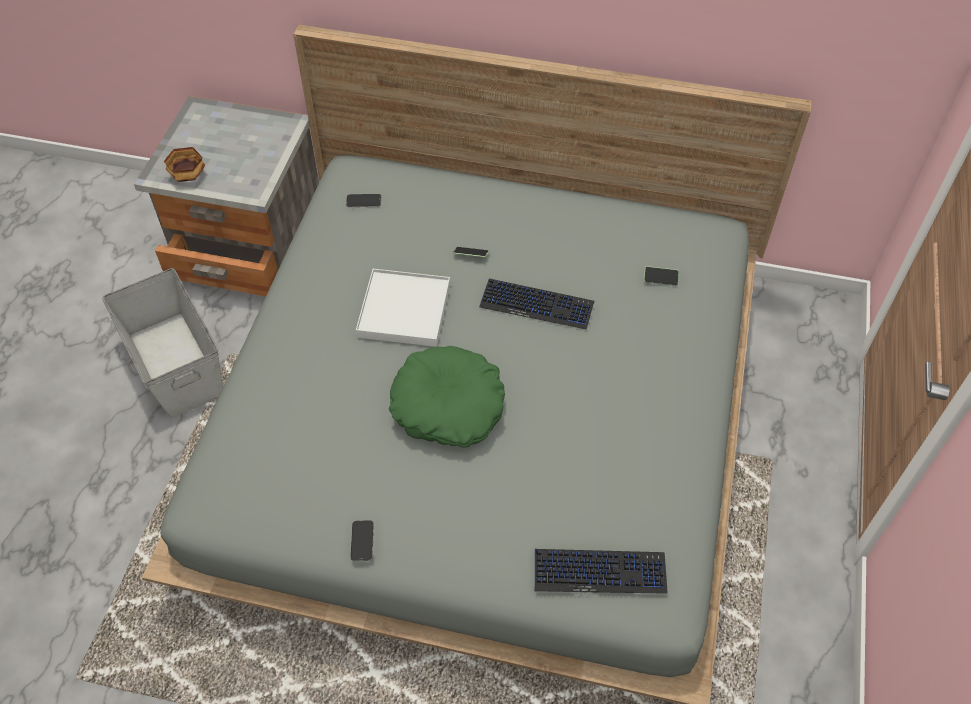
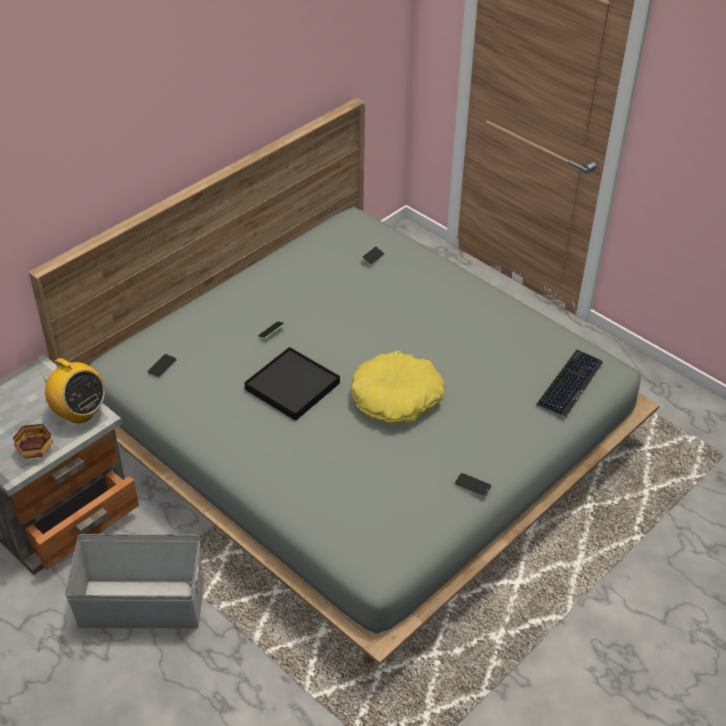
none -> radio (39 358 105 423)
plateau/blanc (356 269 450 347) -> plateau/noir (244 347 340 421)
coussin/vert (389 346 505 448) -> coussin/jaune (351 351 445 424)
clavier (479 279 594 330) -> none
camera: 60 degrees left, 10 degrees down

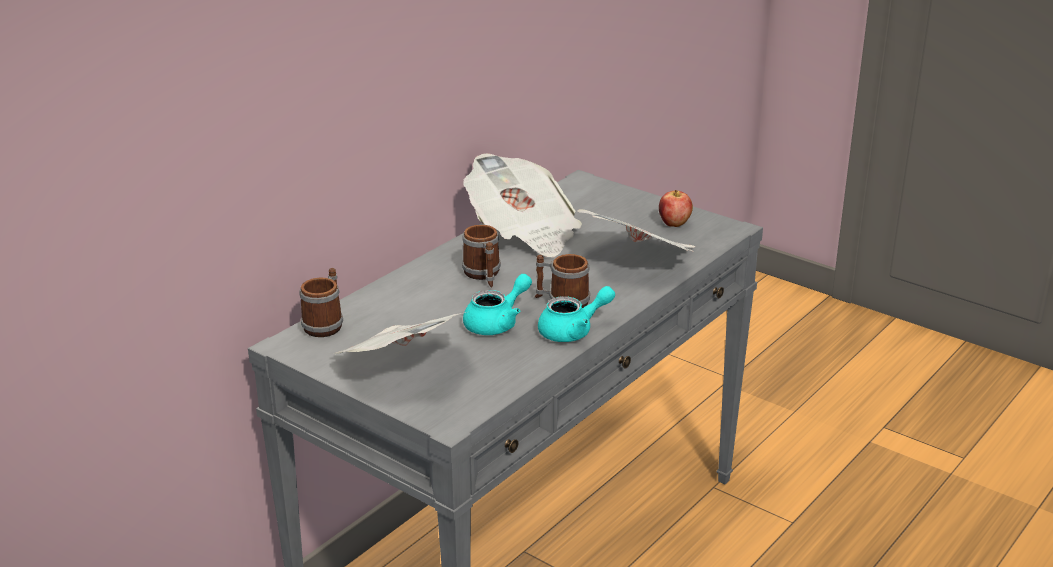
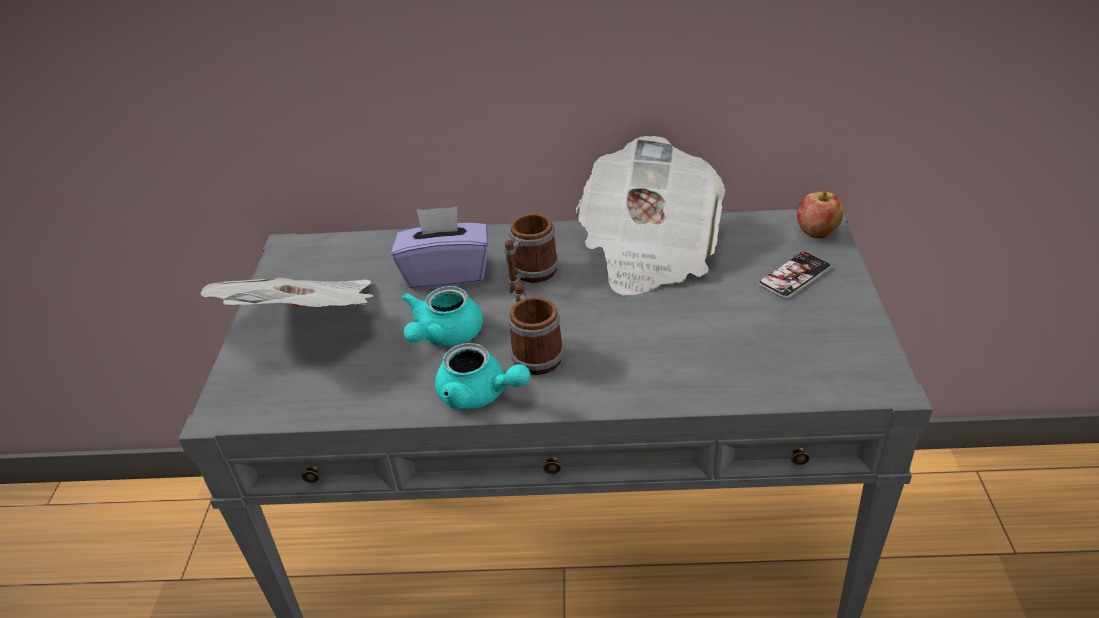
none -> boîte à mouchoirs/violet (391 207 488 289)
théière/turquoise (463 274 532 335) -> théière/turquoise (401 286 483 346), 105 degrees clockwise
none -> téléphone (758 251 831 299)
pomme (659 190 693 227) -> pomme (797 191 843 238), relocated
mug (299 268 343 337) -> none
journal (577 209 696 251) -> none
camera: 55 degrees right, 10 degrees up

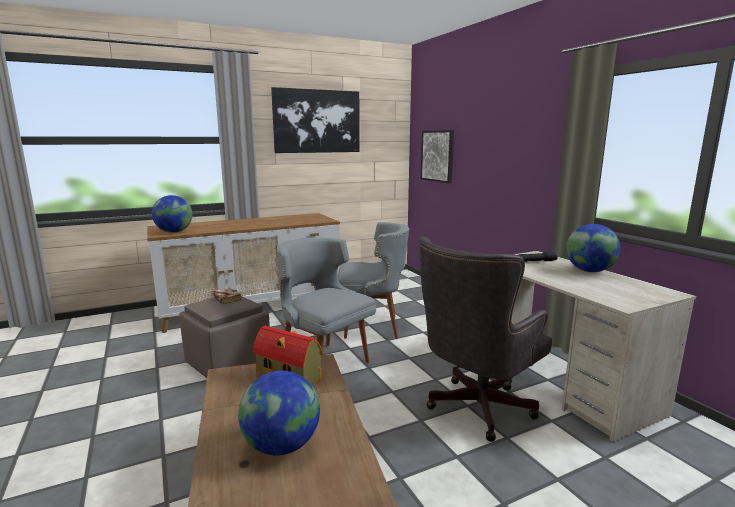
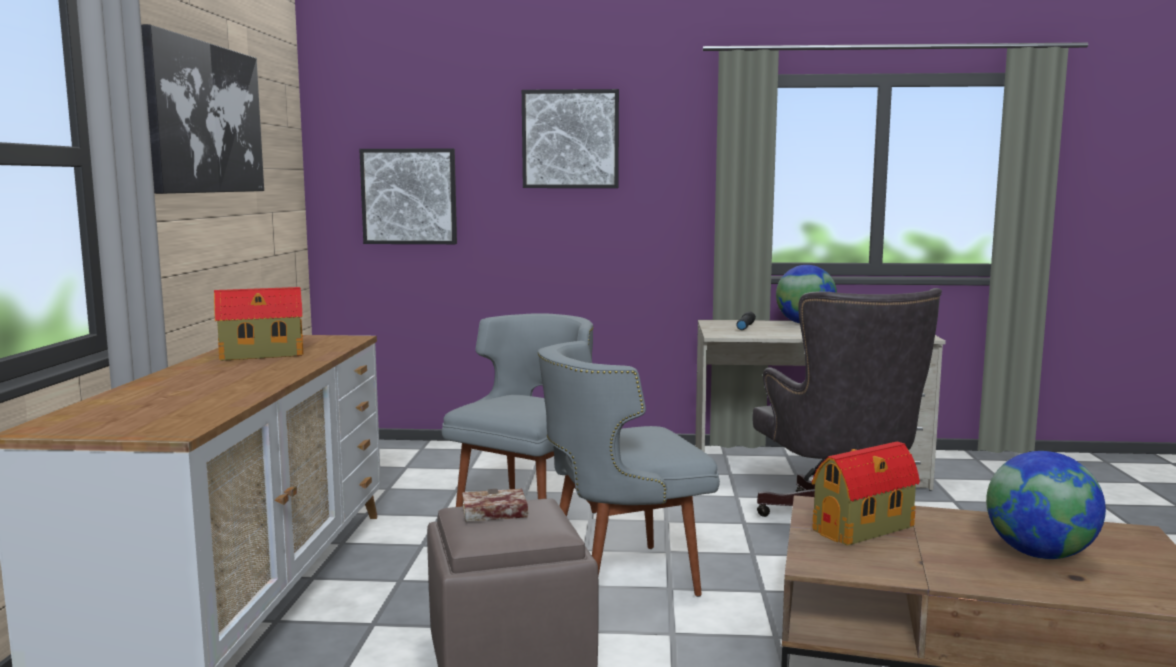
none -> maison miniature (214 287 303 361)
none -> tableau (522 89 619 188)
globe (152 195 193 233) -> none
camera: 60 degrees left, 5 degrees down

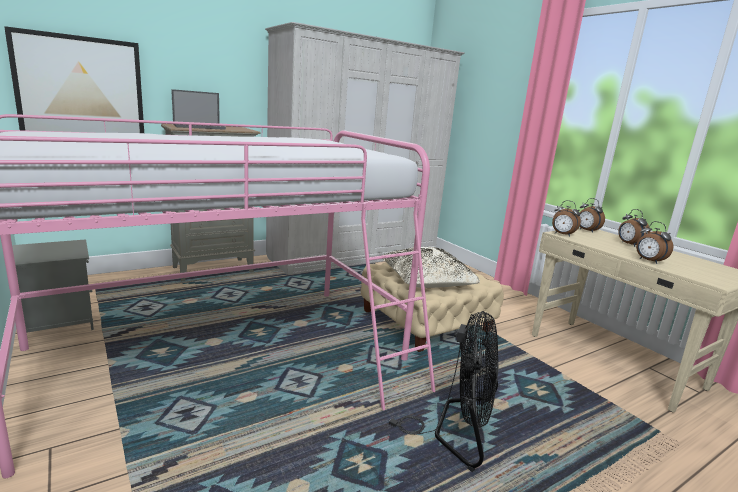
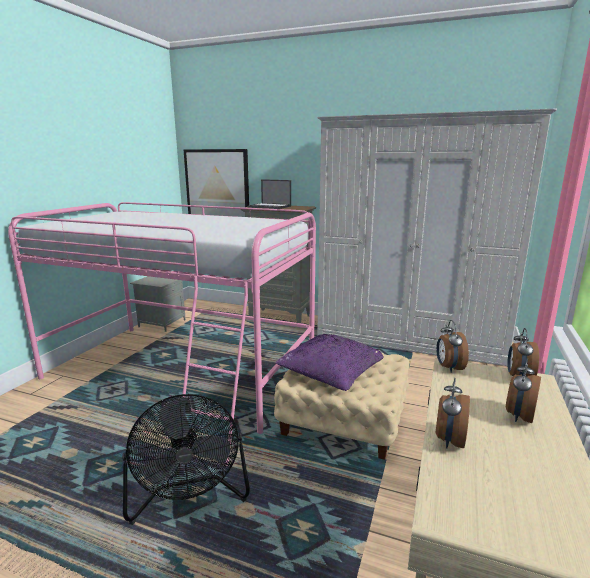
coussin/beige (383 247 480 288) -> coussin/violet (276 334 384 391)
camera: 55 degrees right, 0 degrees up

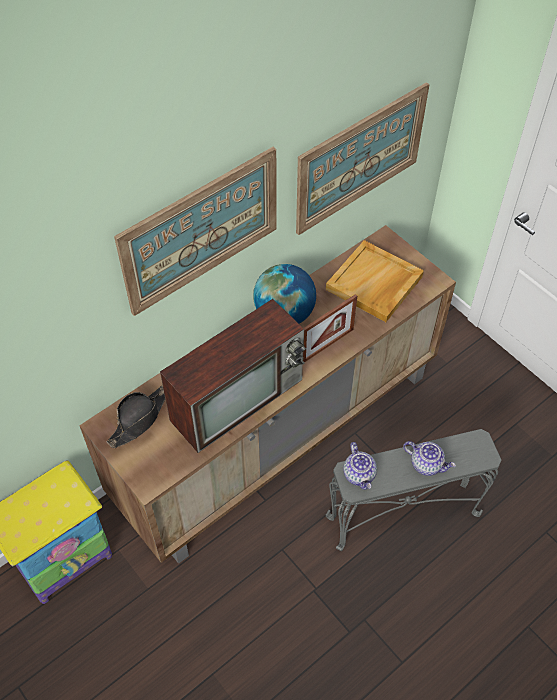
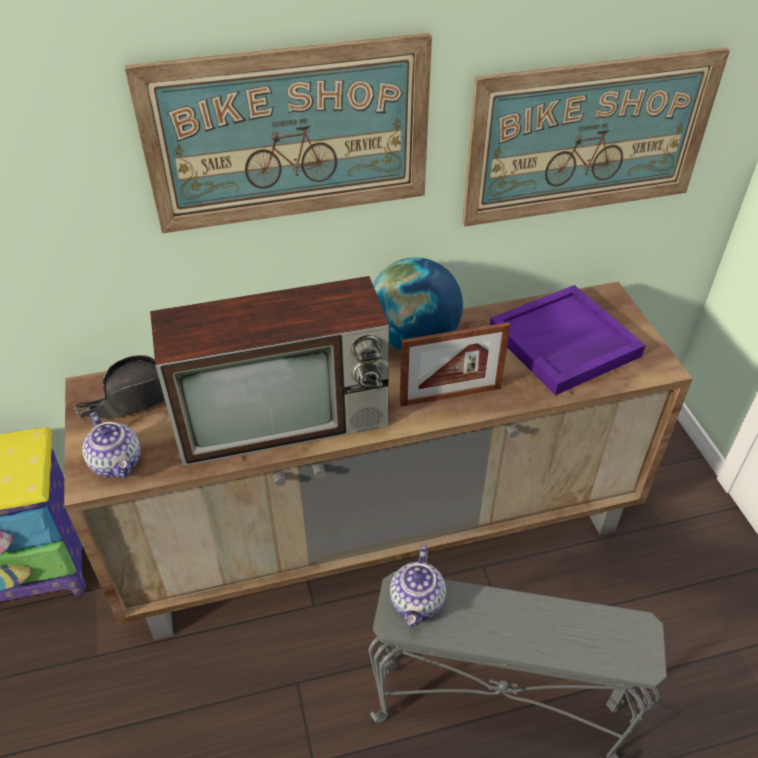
théière (403 441 456 476) -> théière (82 412 141 479), relocated
plateau/beige (326 240 424 322) -> plateau/violet (490 285 646 395)
camera: 25 degrees right, 10 degrees down

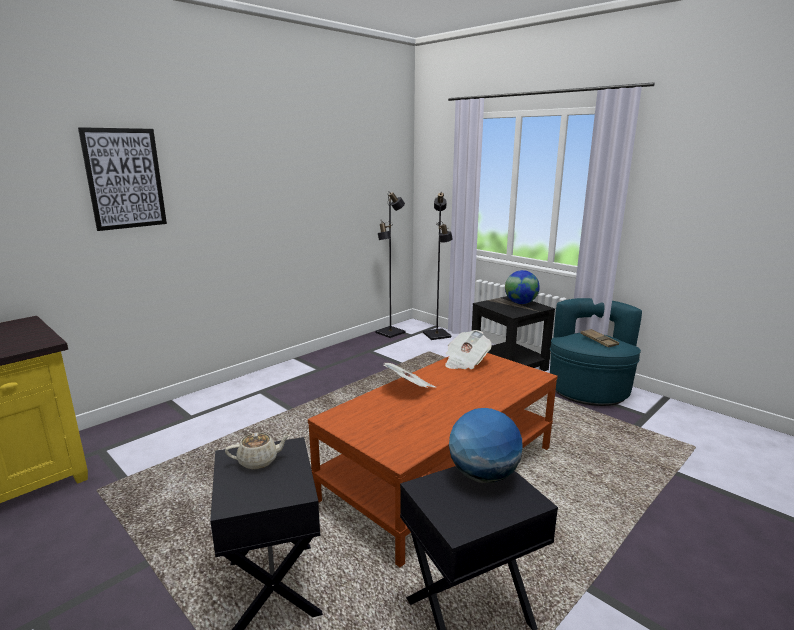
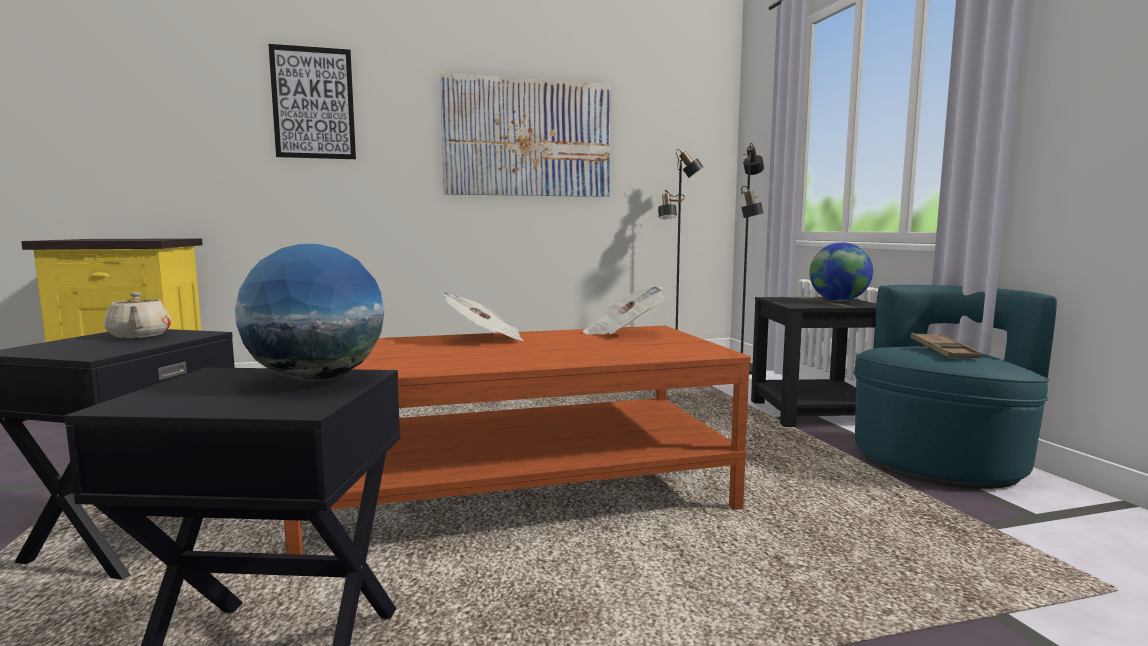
théière/beige (225 432 290 469) -> théière/beige (104 292 171 338), 45 degrees clockwise
none -> tableau (440 73 610 197)
camera: 30 degrees right, 10 degrees down

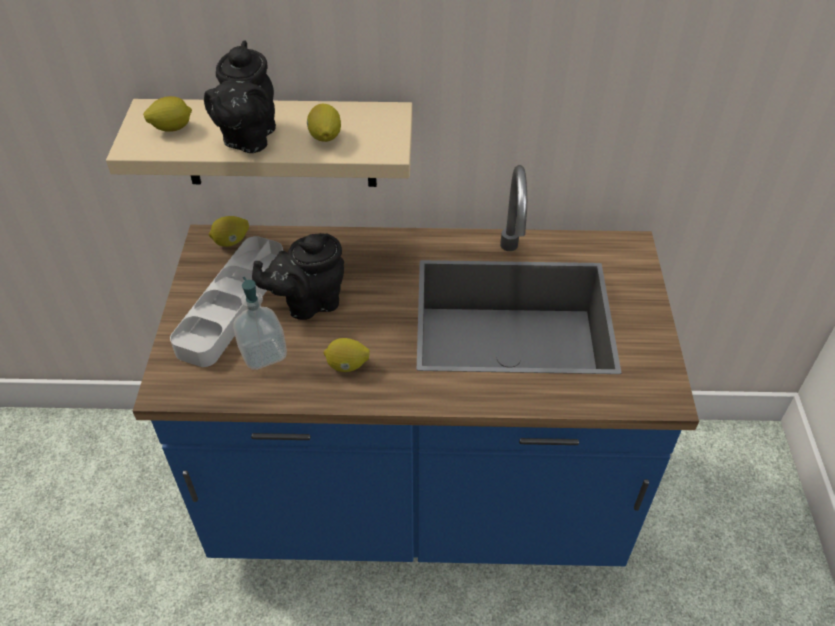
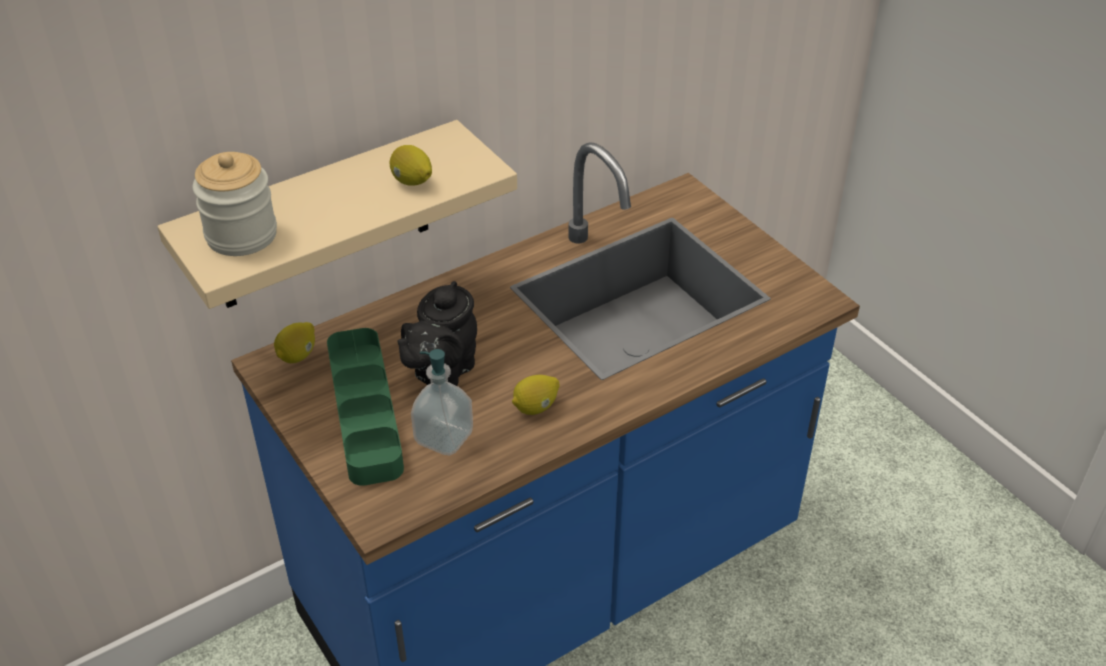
citron (143 96 192 132) -> bocal (192 152 277 256)
plateau/gris (170 236 283 367) -> plateau/vert (327 328 404 486)
théière/noir (204 41 276 153) -> none
camera: 35 degrees left, 5 degrees down

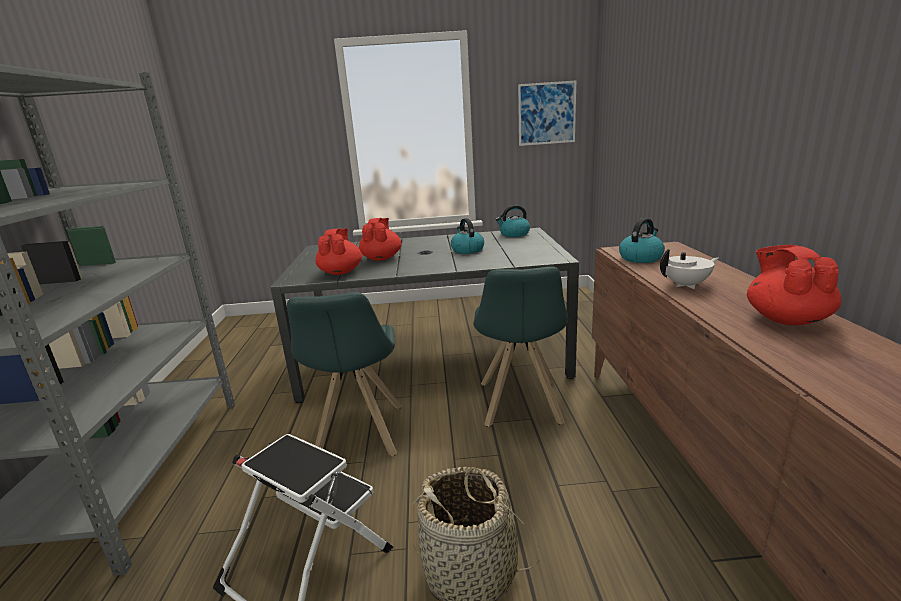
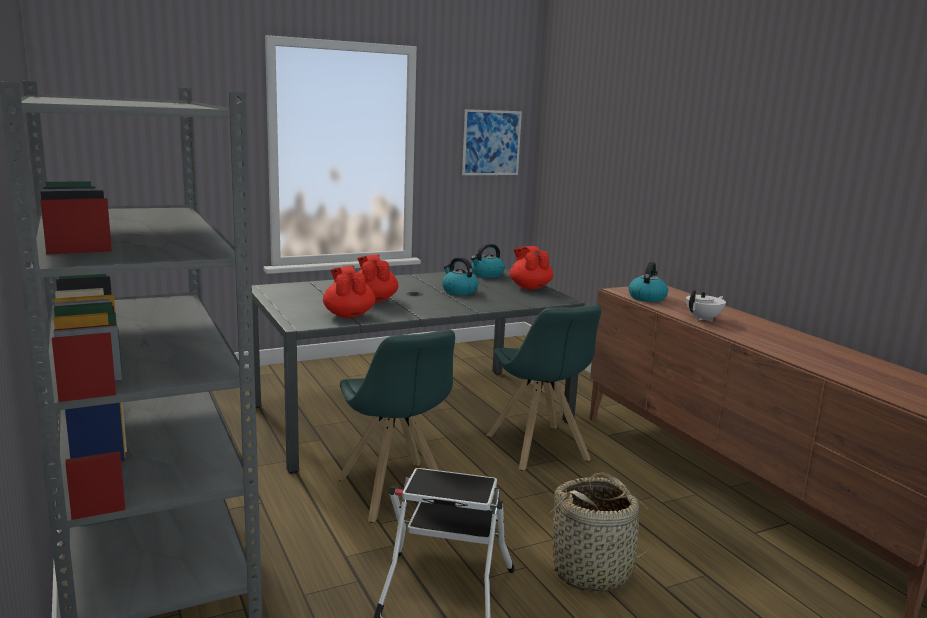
théière/rouge (747 245 842 325) -> théière/rouge (510 246 553 290), relocated
camera: 25 degrees left, 5 degrees down

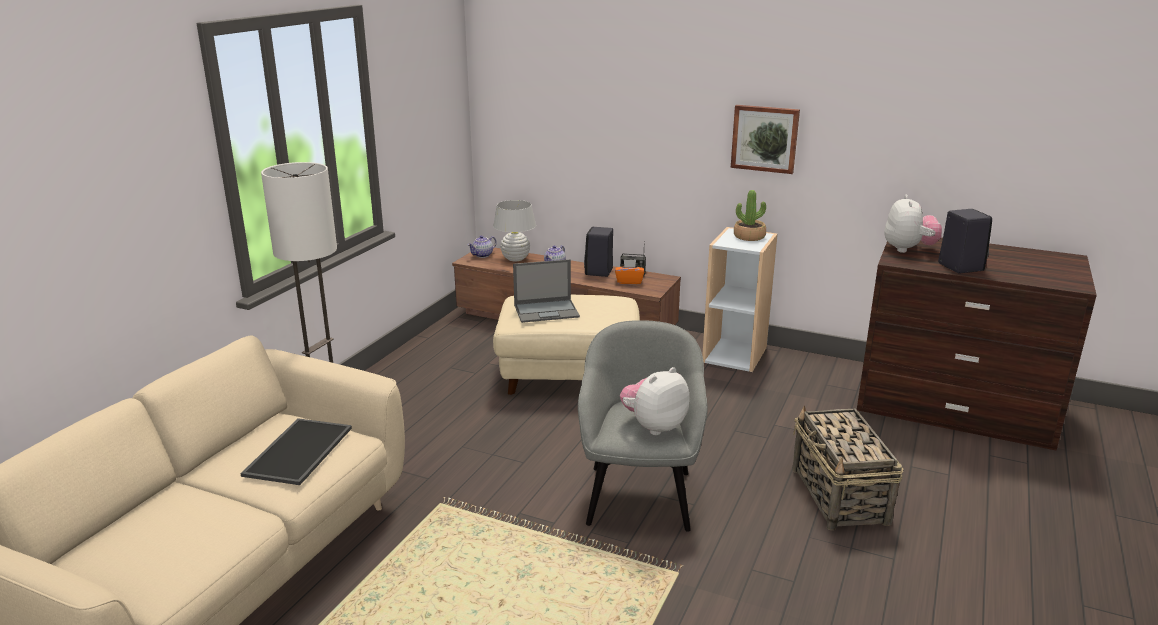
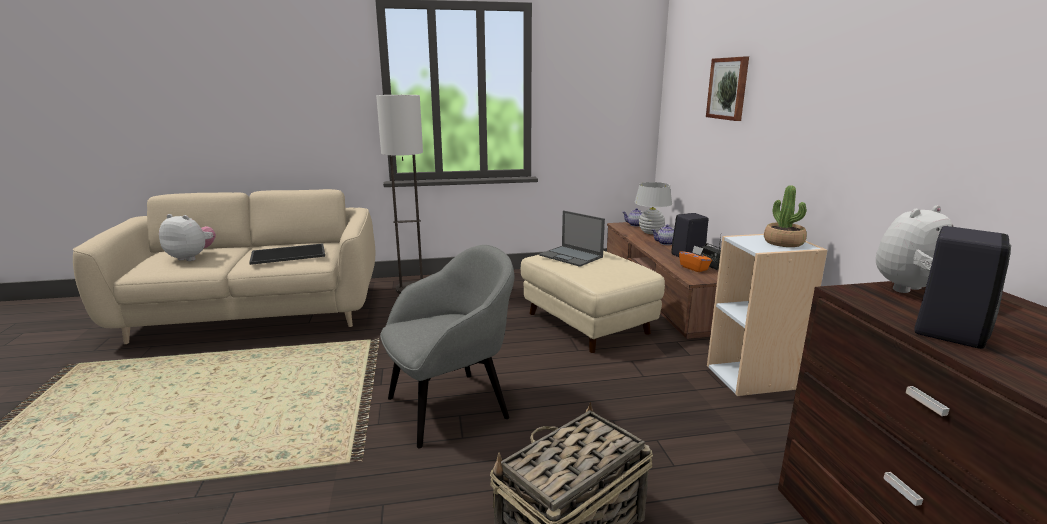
peluche (620 367 689 435) -> peluche (159 214 216 261), relocated
tableau (731 105 800 174) -> tableau (706 57 749 121), relocated
camera: 55 degrees right, 5 degrees down

